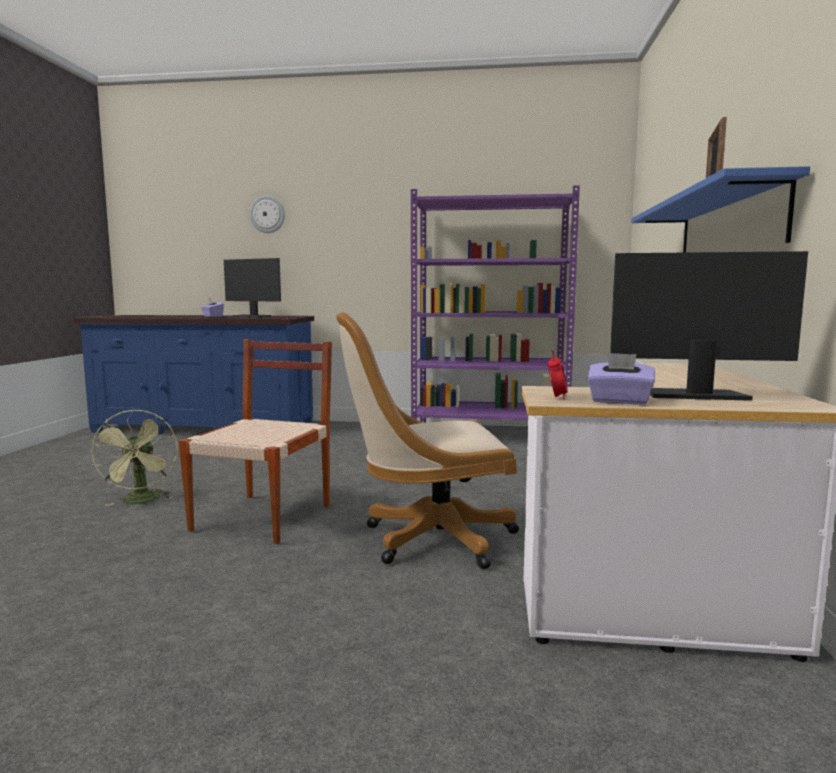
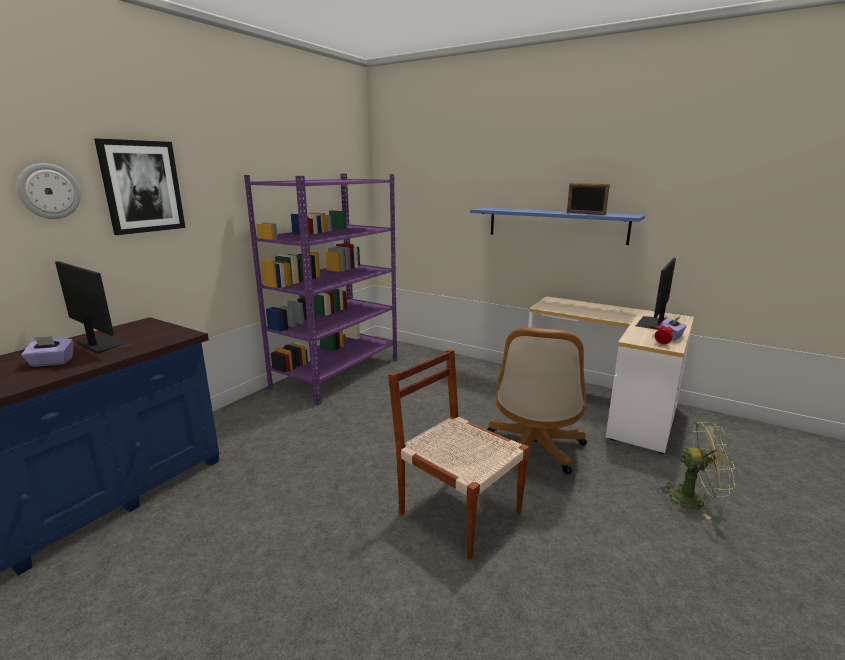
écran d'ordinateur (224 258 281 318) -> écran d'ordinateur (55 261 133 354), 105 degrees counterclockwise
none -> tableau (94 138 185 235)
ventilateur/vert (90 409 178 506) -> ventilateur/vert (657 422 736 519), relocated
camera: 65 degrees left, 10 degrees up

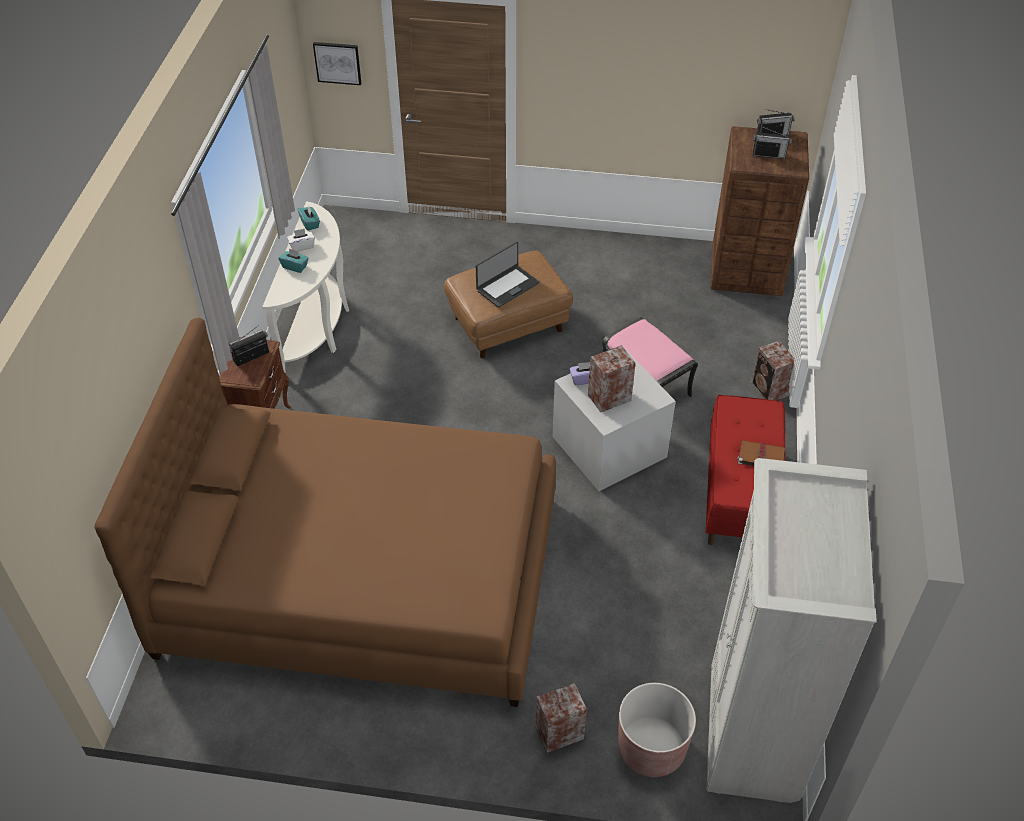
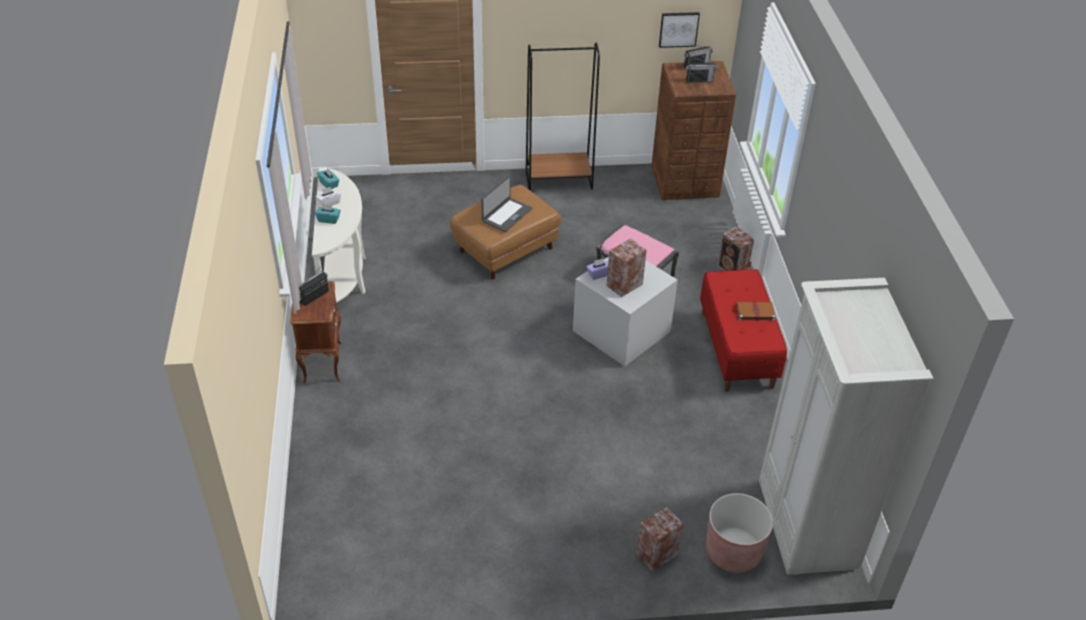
none -> portant (526 42 600 191)
tableau (313 42 361 85) -> tableau (659 12 700 48), relocated
lit/marron (94 317 556 707) -> none
camera: 15 degrees left, 5 degrees down

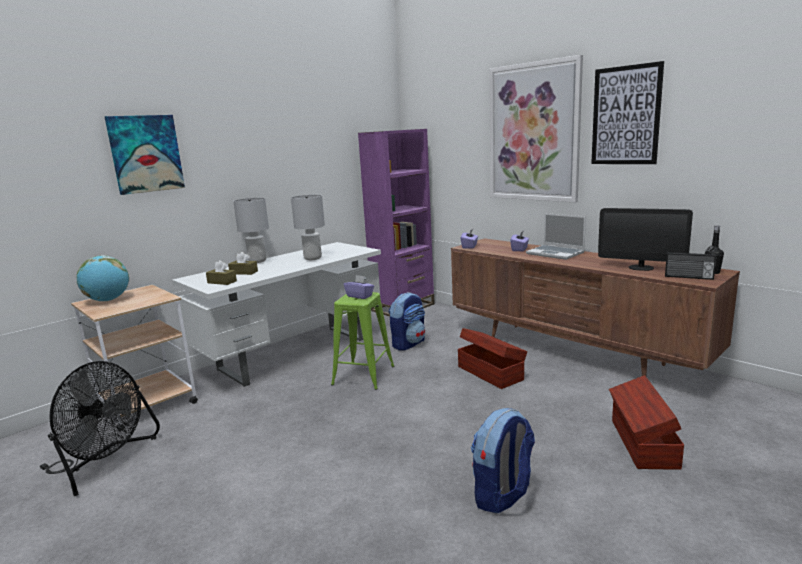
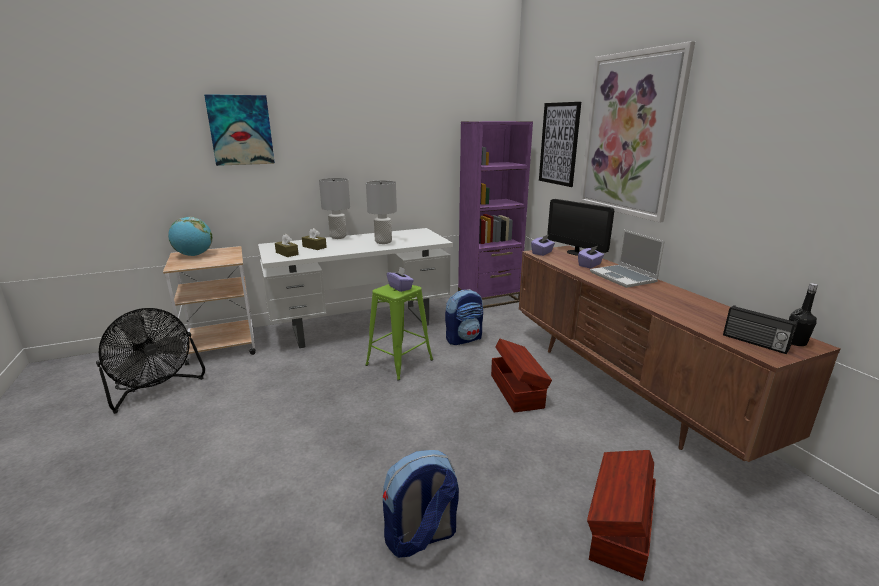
tableau (591 61 664 164) -> tableau (539 102 581 187), relocated
écran d'ordinateur (598 208 693 271) -> écran d'ordinateur (547 199 614 256), relocated
camera: 20 degrees right, 5 degrees up

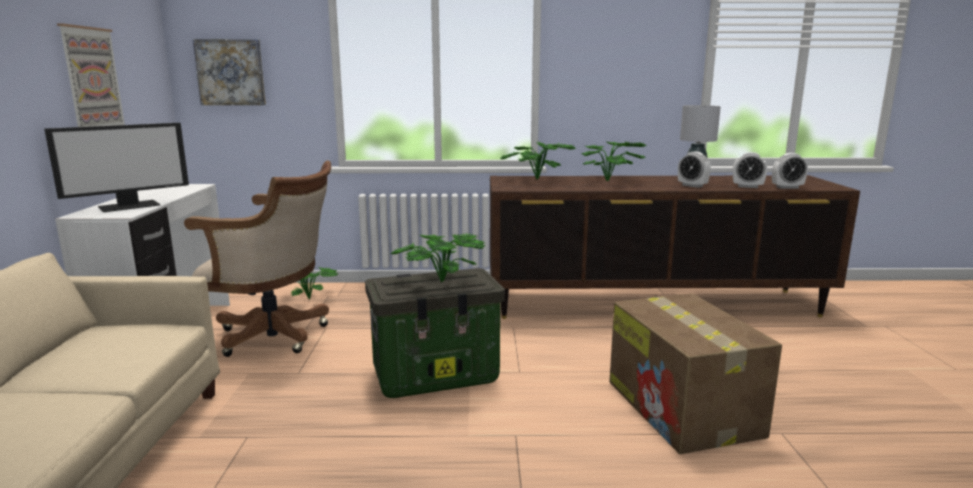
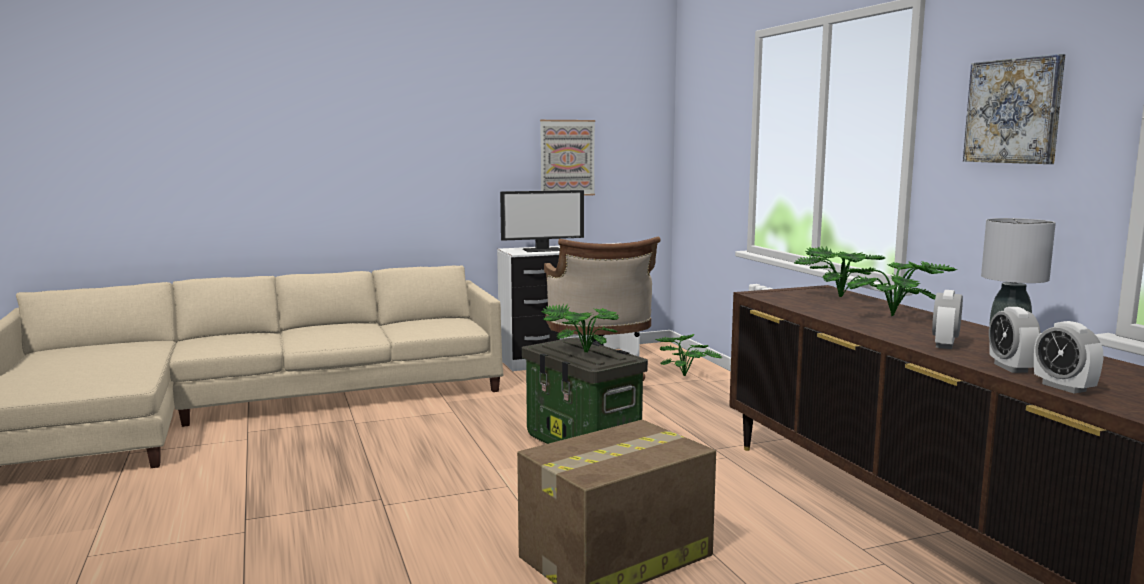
écran d'ordinateur (44 123 189 212) -> écran d'ordinateur (500 190 584 252), 45 degrees counterclockwise
tableau (193 39 266 105) -> tableau (963 54 1065 164), relocated
camera: 70 degrees right, 5 degrees down

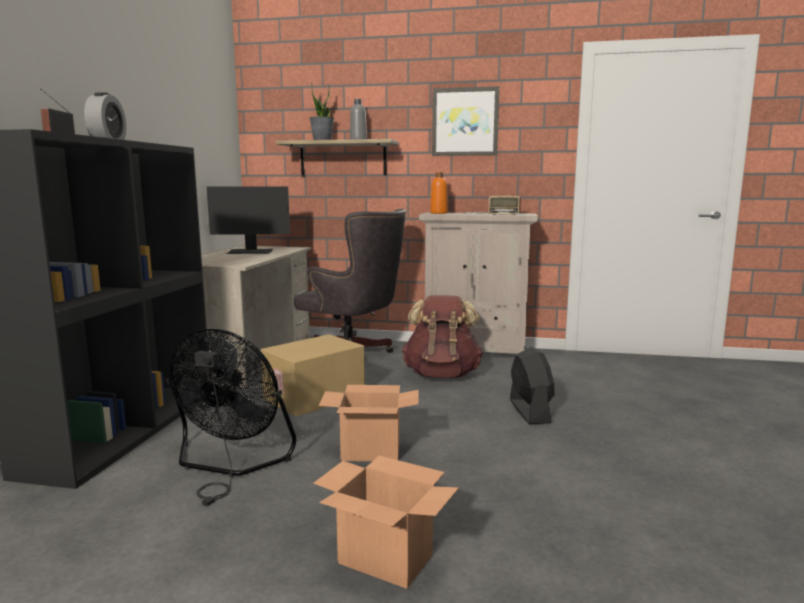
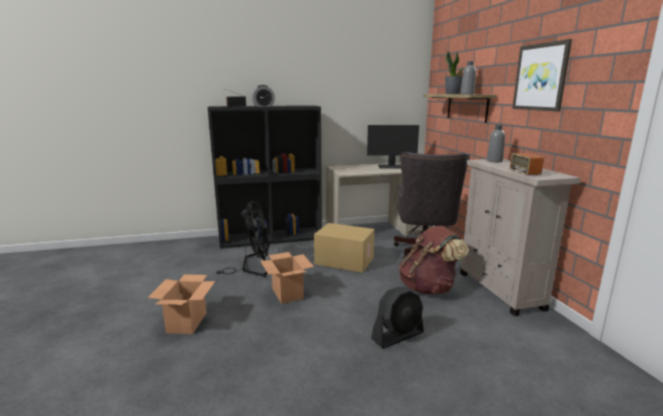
écran d'ordinateur (207 186 290 254) -> écran d'ordinateur (367 125 419 169), 60 degrees counterclockwise
bouteille/orange (430 172 448 214) -> bouteille/gris (487 125 505 162)
camera: 65 degrees right, 5 degrees up

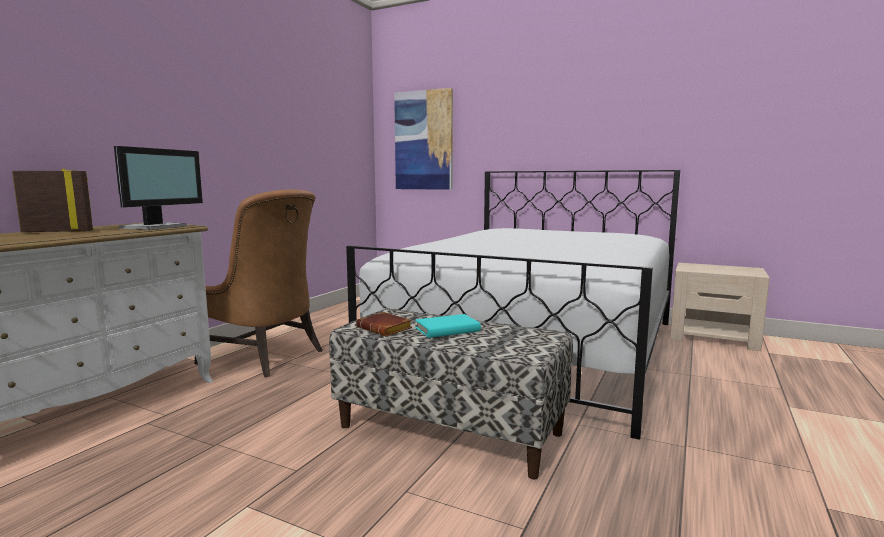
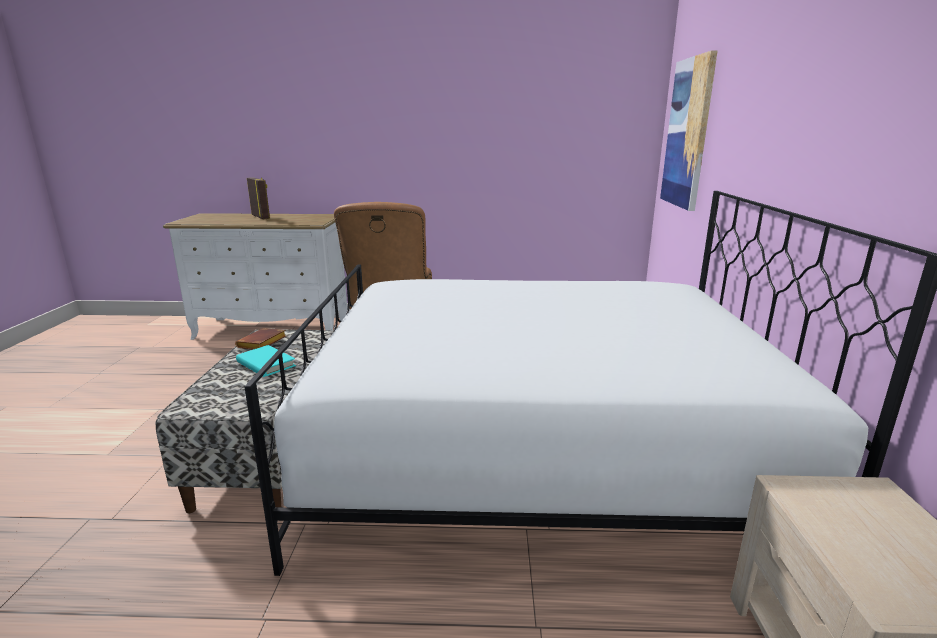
écran d'ordinateur (114 146 203 230) -> none
camera: 65 degrees right, 10 degrees up

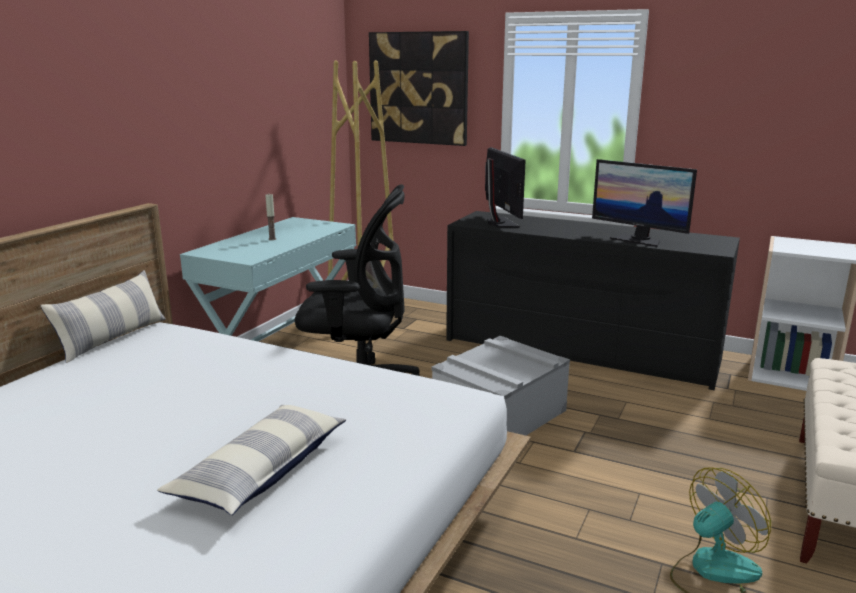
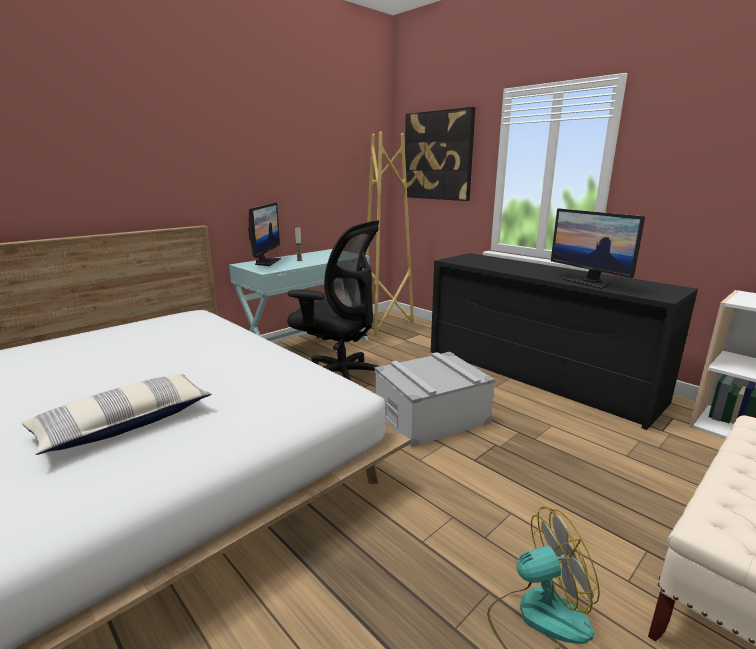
écran d'ordinateur (485 147 526 228) -> écran d'ordinateur (248 202 281 266), relocated
coussin (40 270 166 363) -> none
camera: 20 degrees right, 0 degrees up

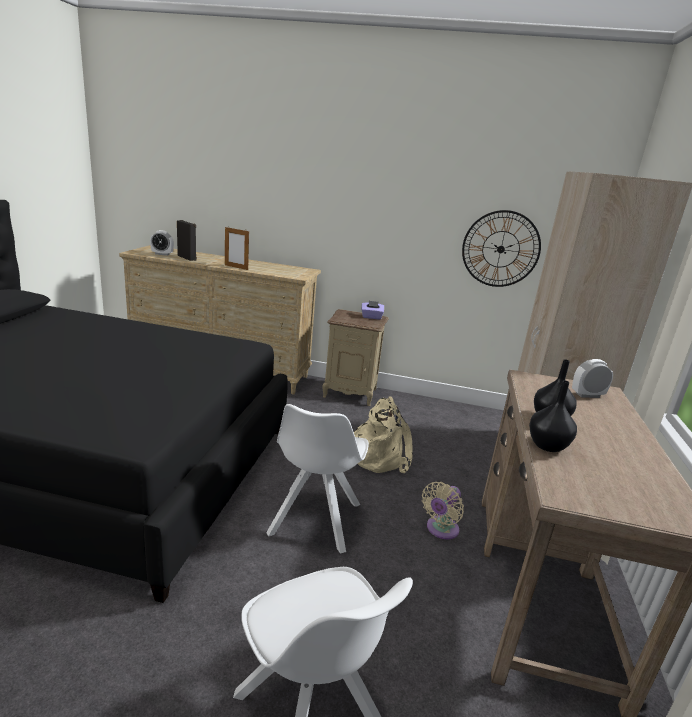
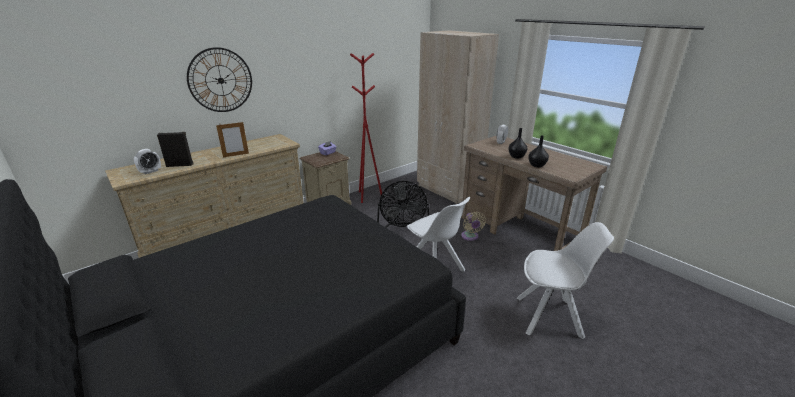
horloge murale (462 210 541 287) -> horloge murale (187 47 252 112), relocated
none -> portant/rouge (350 53 382 203)
sac à dos/beige (354 396 413 473) -> ventilateur/noir (377 181 429 228)
camera: 50 degrees left, 5 degrees up

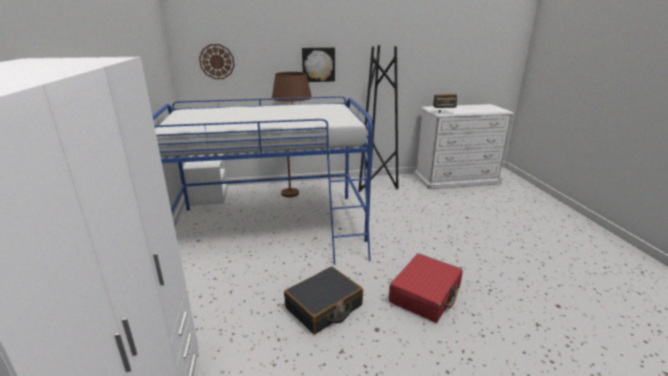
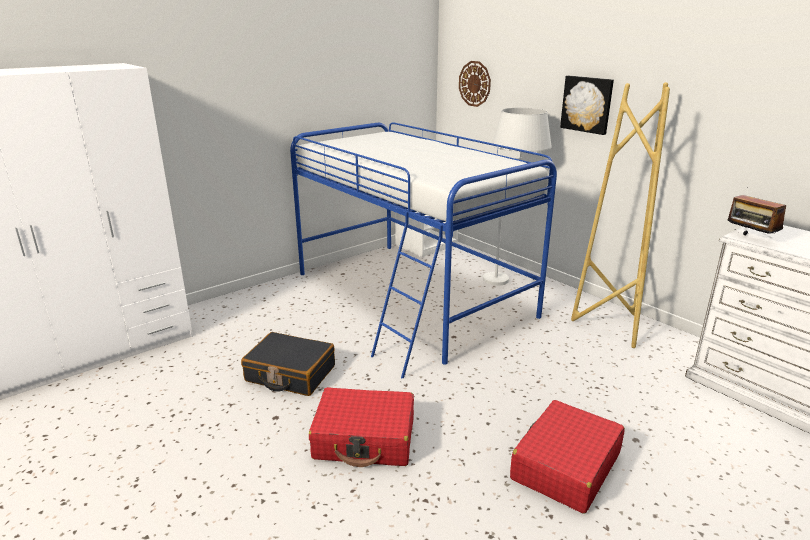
lampadaire/marron (272 72 312 197) -> lampadaire/blanc (483 108 551 286)
none -> valise/rouge (510 400 625 514)
portant/noir (358 45 398 192) -> portant/jaune (571 82 670 348)
camera: 60 degrees right, 0 degrees up

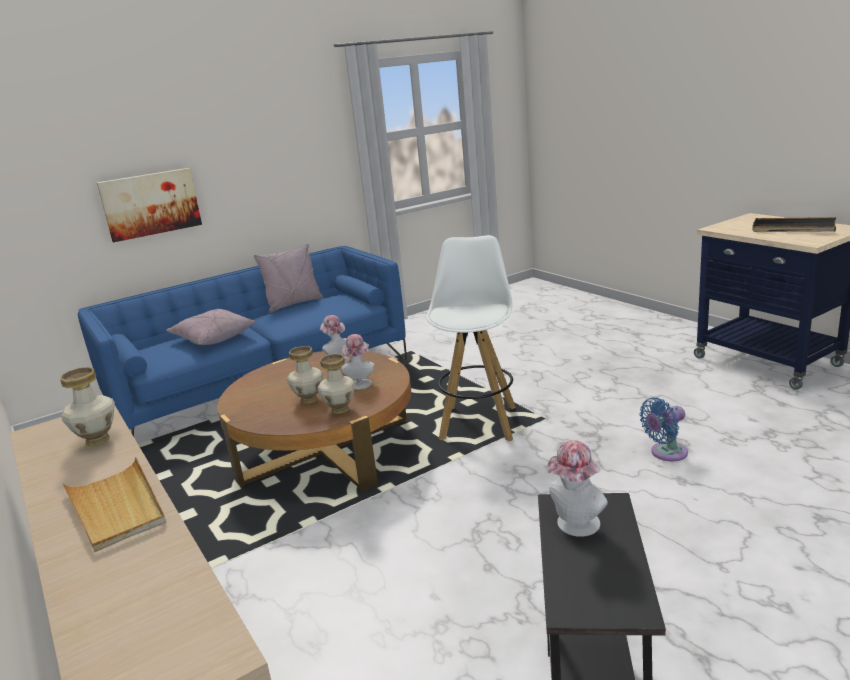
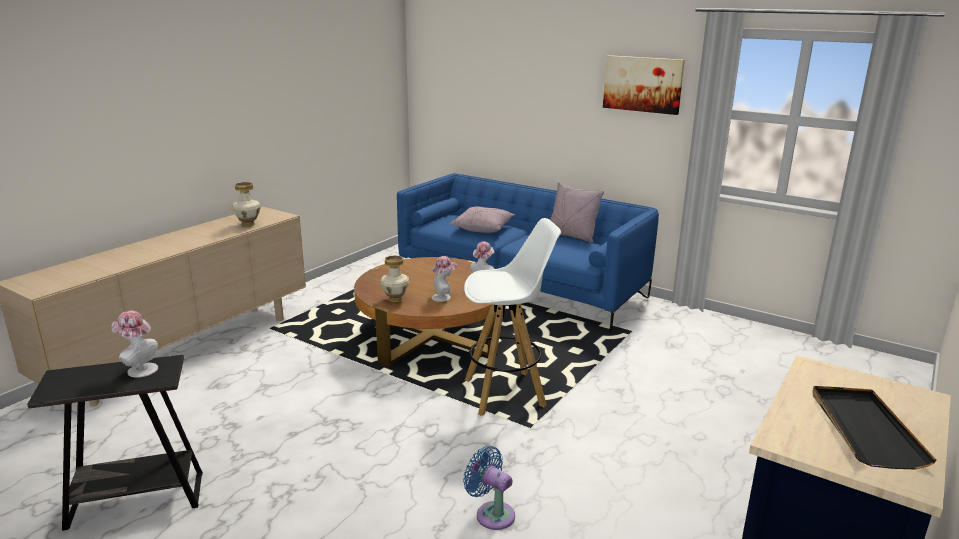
tableau (97 168 202 242) -> tableau (603 55 685 115), relocated
plateau/beige (62 457 166 552) -> none
vase (287 346 323 404) -> none
camera: 65 degrees right, 0 degrees up

